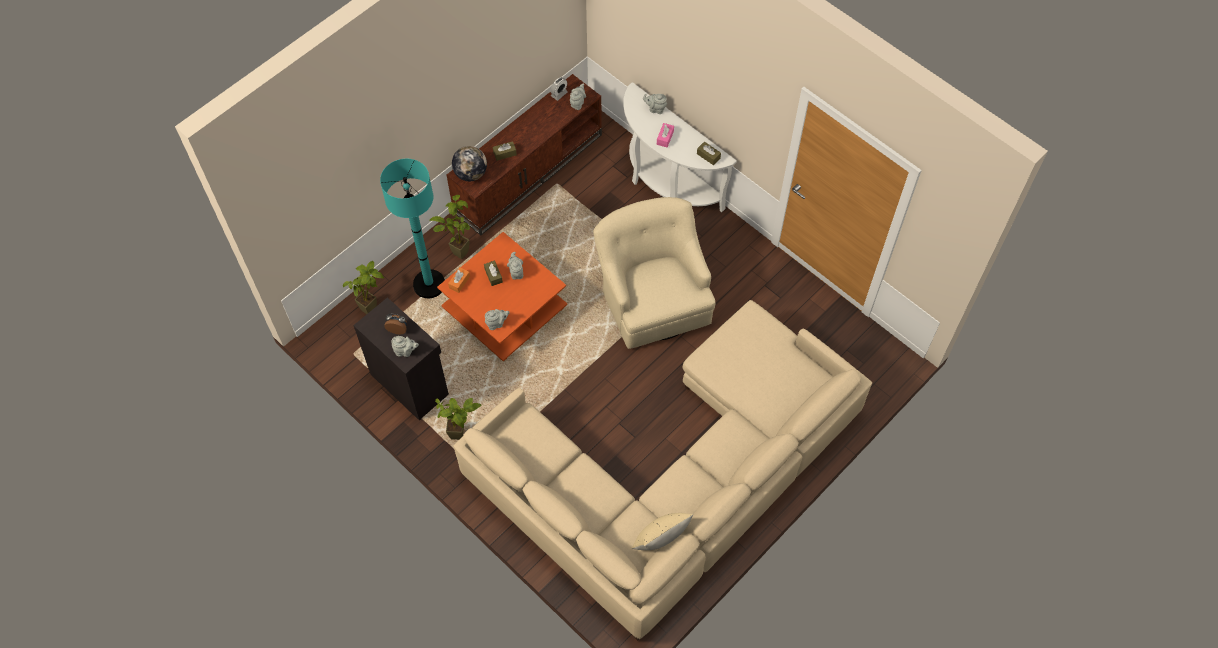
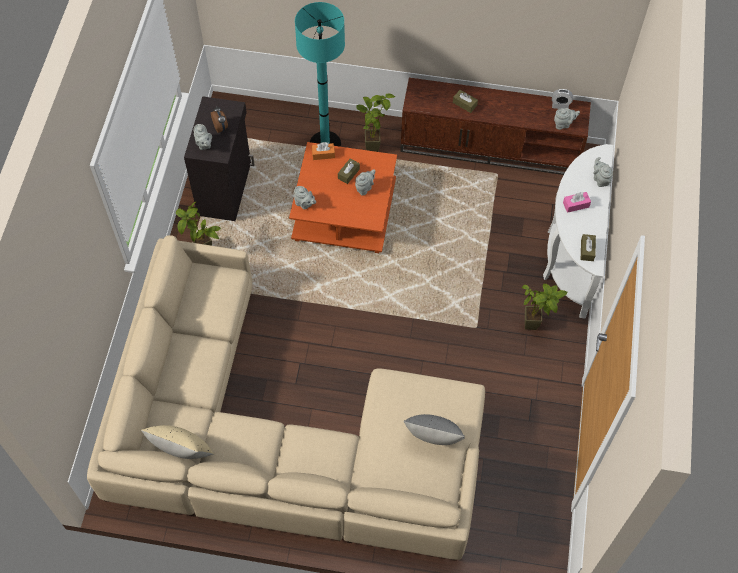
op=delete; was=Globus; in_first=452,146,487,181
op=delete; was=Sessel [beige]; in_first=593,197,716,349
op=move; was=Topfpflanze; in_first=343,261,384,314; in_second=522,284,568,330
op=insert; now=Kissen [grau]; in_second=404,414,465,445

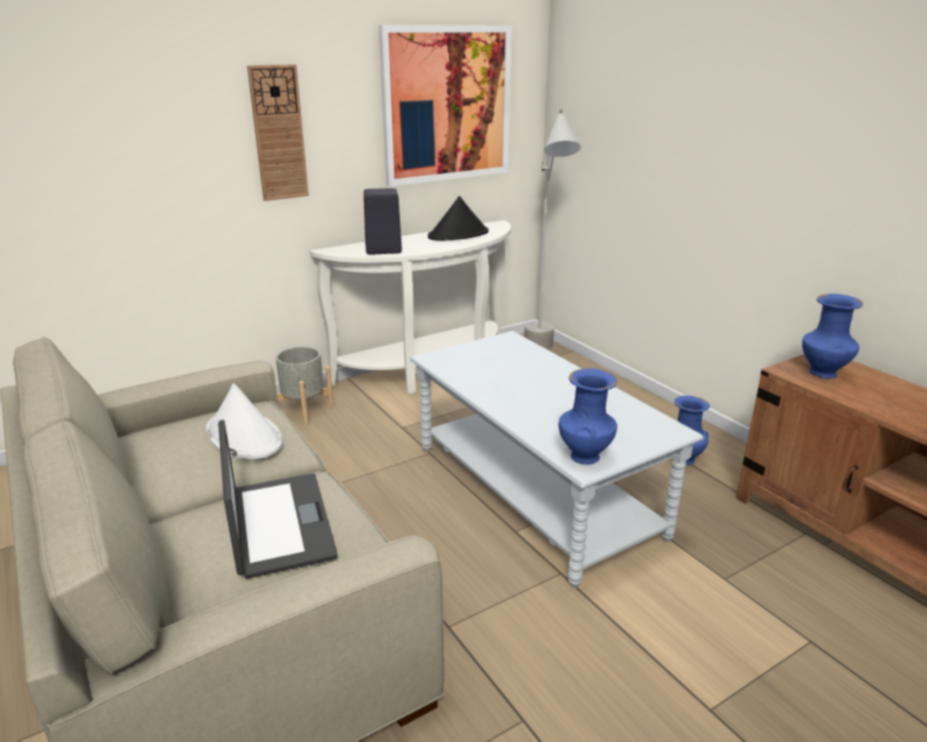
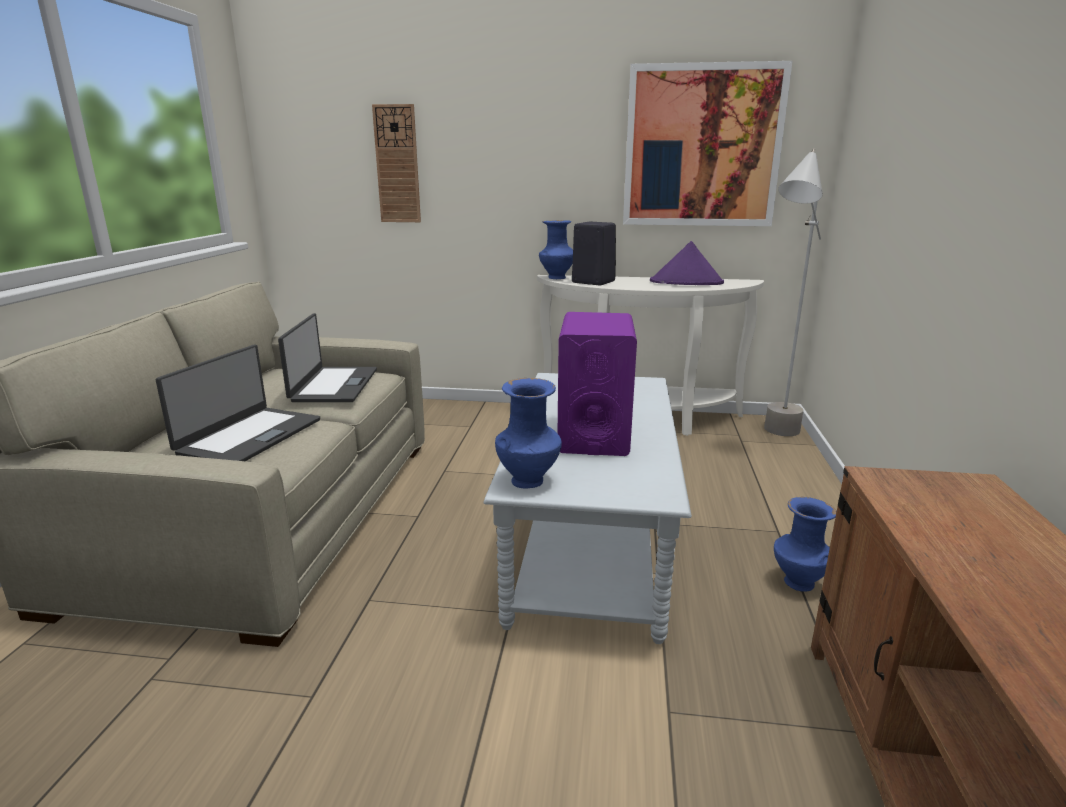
op=move; was=Wanduhr; in_first=247,64,309,201; in_second=372,104,421,222
op=recolor; was=Hut [schwarz]; now=Hut [lila]; in_first=428,196,489,241; in_second=650,241,724,285
op=move; was=Vase [blau]; in_first=802,294,863,379; in_second=539,220,573,279
op=delete; was=Pflanzkübel [grau]; in_first=276,347,334,425
op=replace; was=Hut [weiß]; now=Laptop; in_first=206,383,282,459; in_second=278,313,377,402
op=insert; now=Lautsprecher [lila]; in_second=558,312,637,456

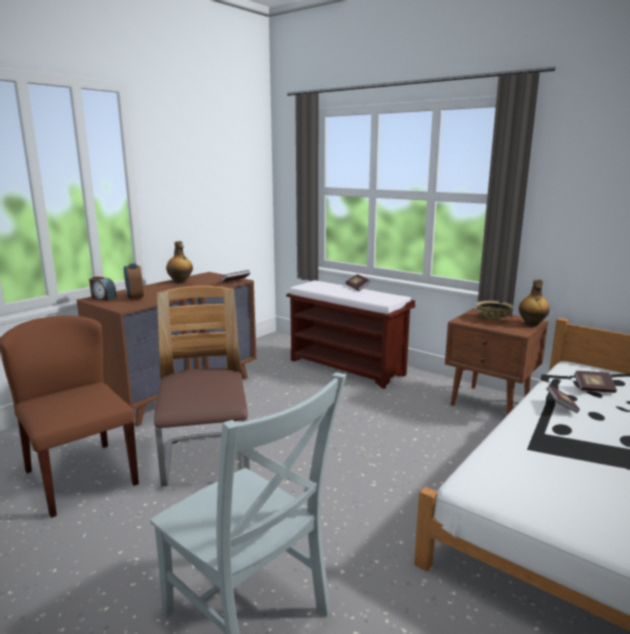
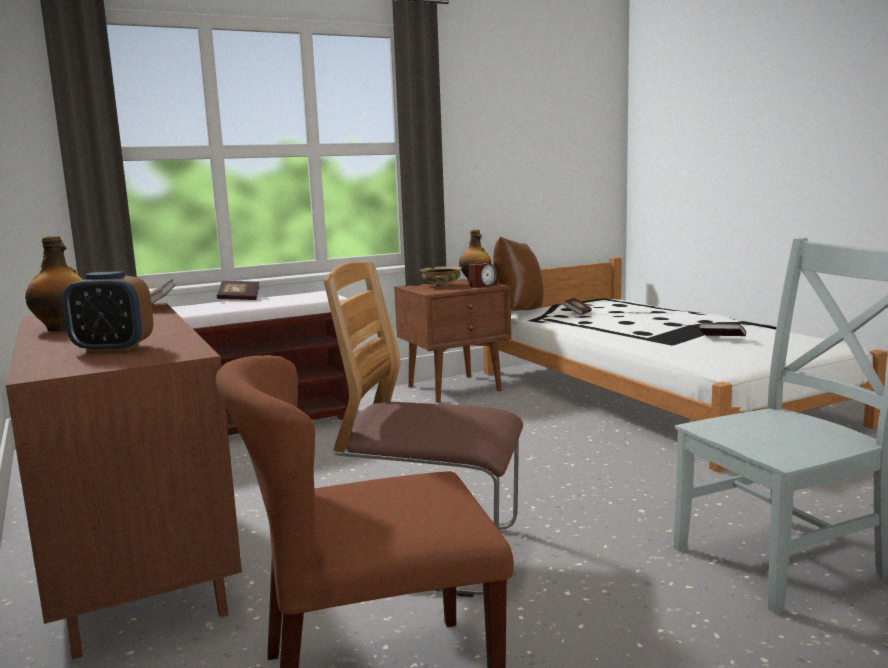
op=move; was=Wecker; in_first=89,276,117,301; in_second=469,262,497,288
op=move; was=Buch; in_first=546,384,580,413; in_second=699,323,746,336
op=insert; now=Kissen [braun]; in_second=493,236,544,311

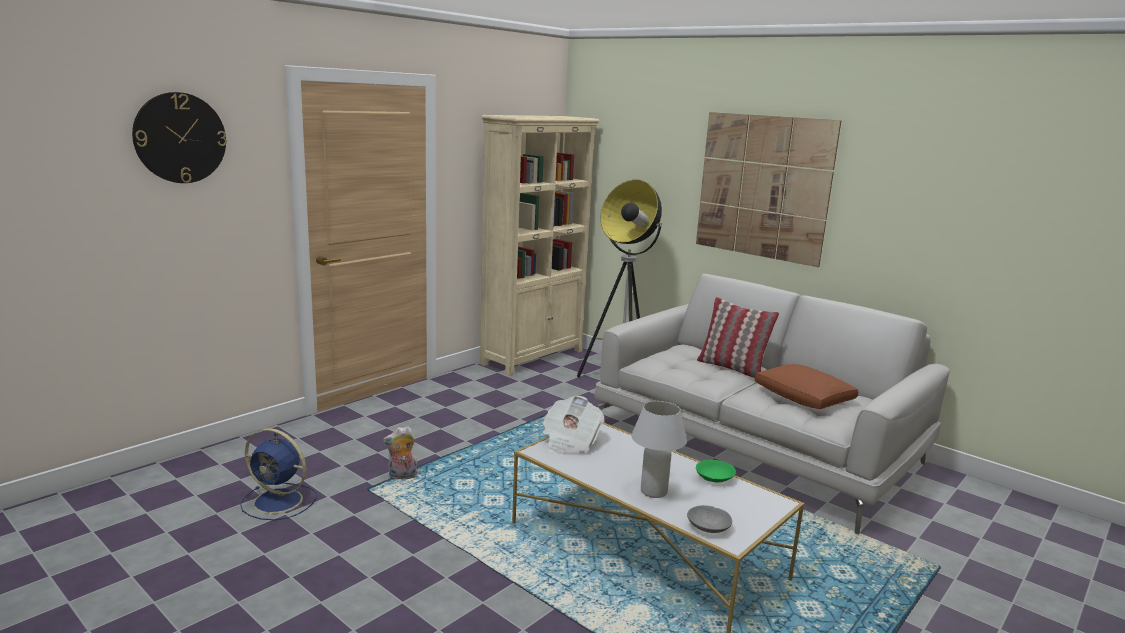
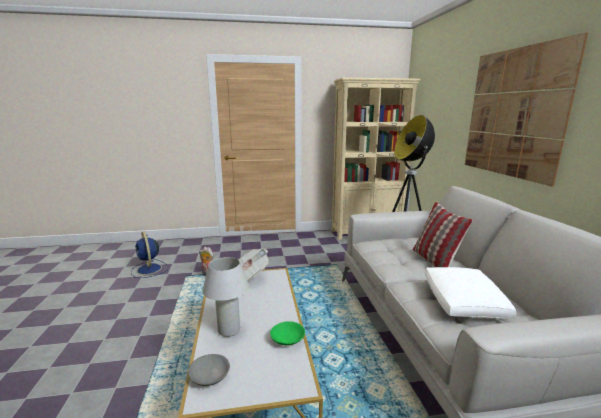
op=delete; was=Wanduhr; in_first=132,92,227,183
op=recolor; was=Kissen [braun]; now=Kissen [weiß]; in_first=755,364,858,409; in_second=425,267,516,319

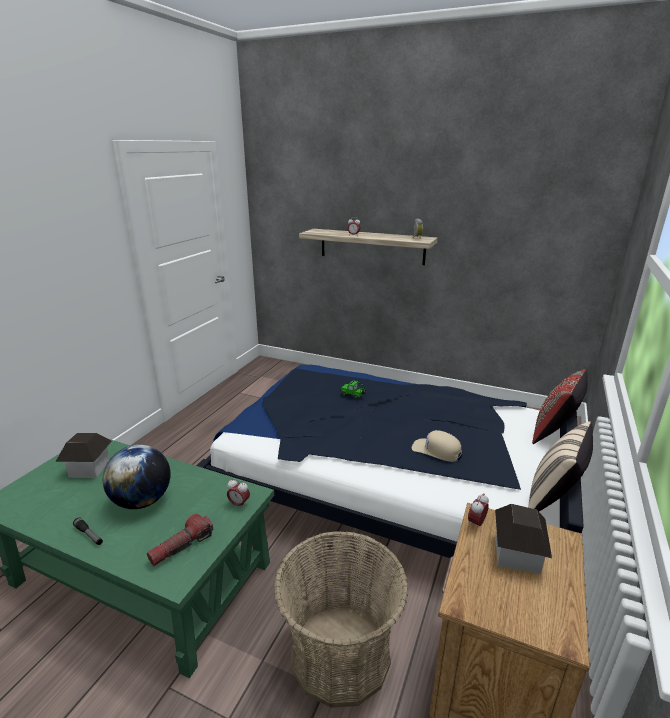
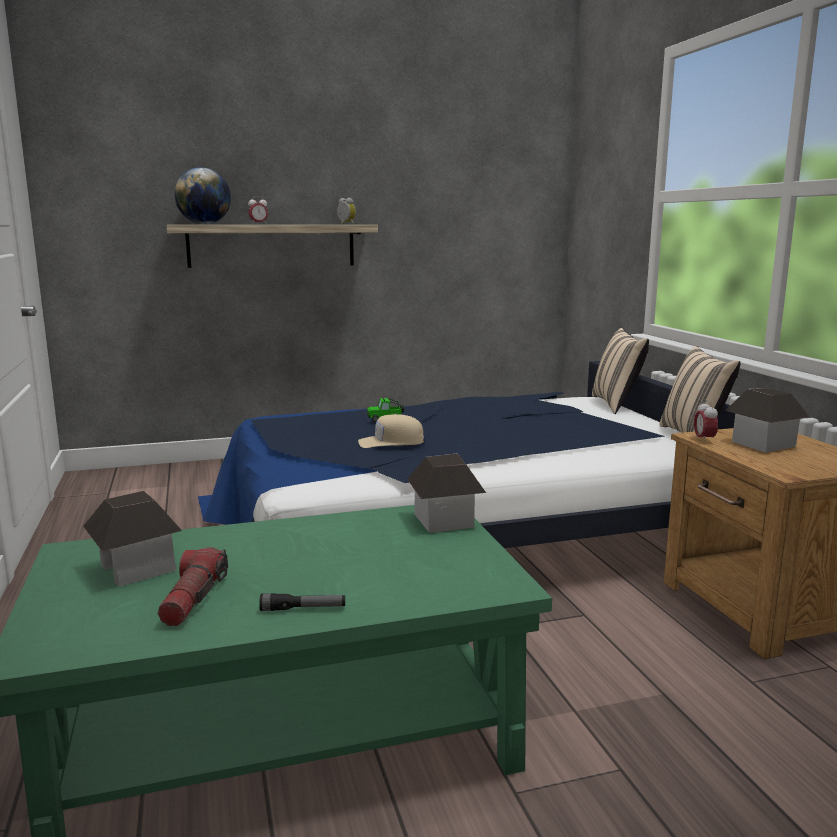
op=recolor; was=Kissen [rot]; now=Kissen [beige]; in_first=532,369,588,444; in_second=592,328,649,414
op=move; was=Kappe [beige]; in_first=412,430,462,462; in_second=358,414,425,448
op=move; was=Globus; in_first=103,445,171,509; in_second=174,167,231,224
op=replace; was=Wecker; now=Spielzeughaus; in_first=227,479,250,509; in_second=407,454,486,533
op=move; was=Taschenlampe; in_first=147,514,214,566; in_second=158,547,228,626
op=delete; was=Korb; in_first=274,531,408,708

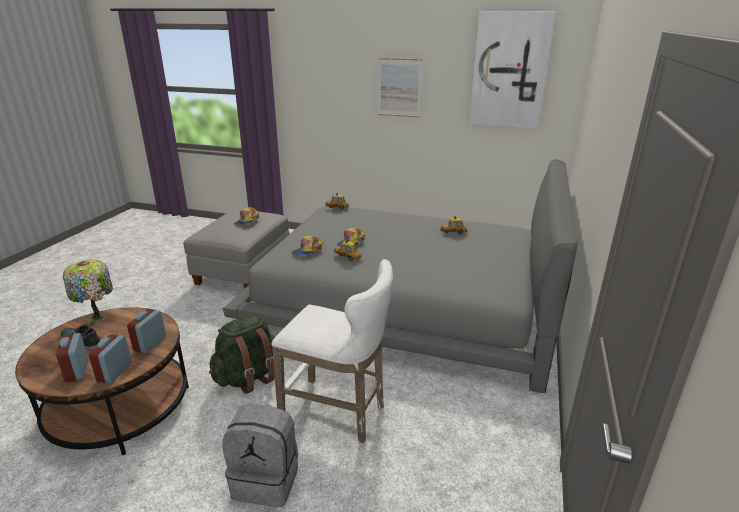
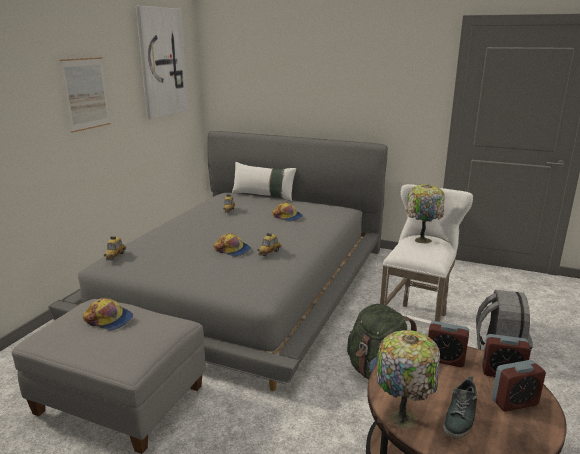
op=move; was=Kappe; in_first=292,235,323,256; in_second=272,202,303,222
op=insert; now=Kissen [weiß]; in_second=232,162,296,201
op=insert; now=Tischlampe; in_second=406,184,445,244

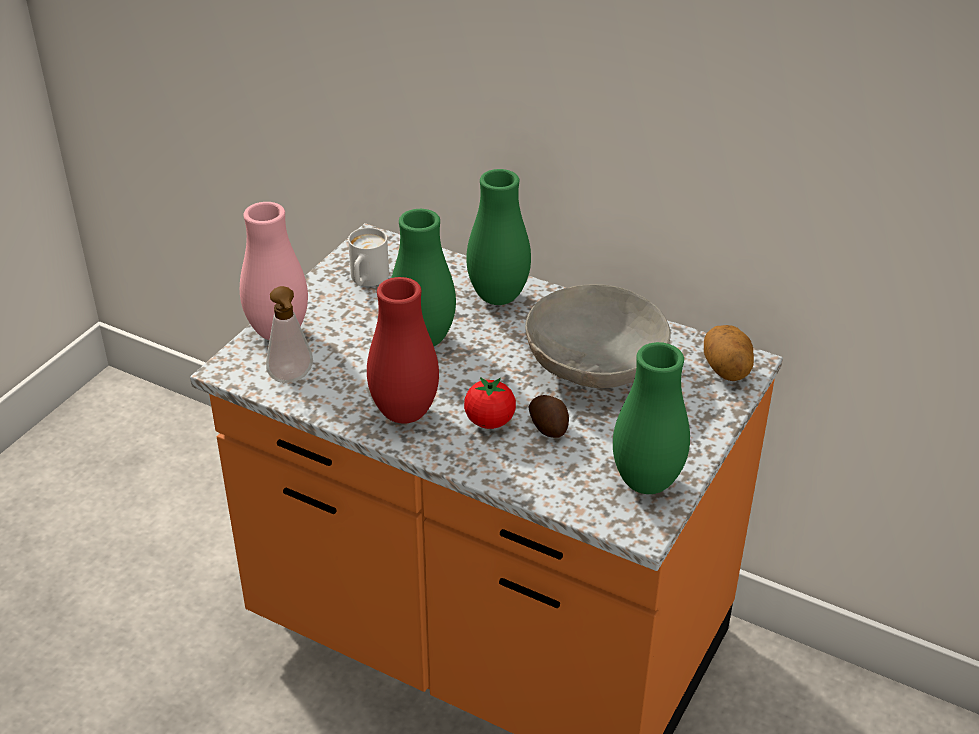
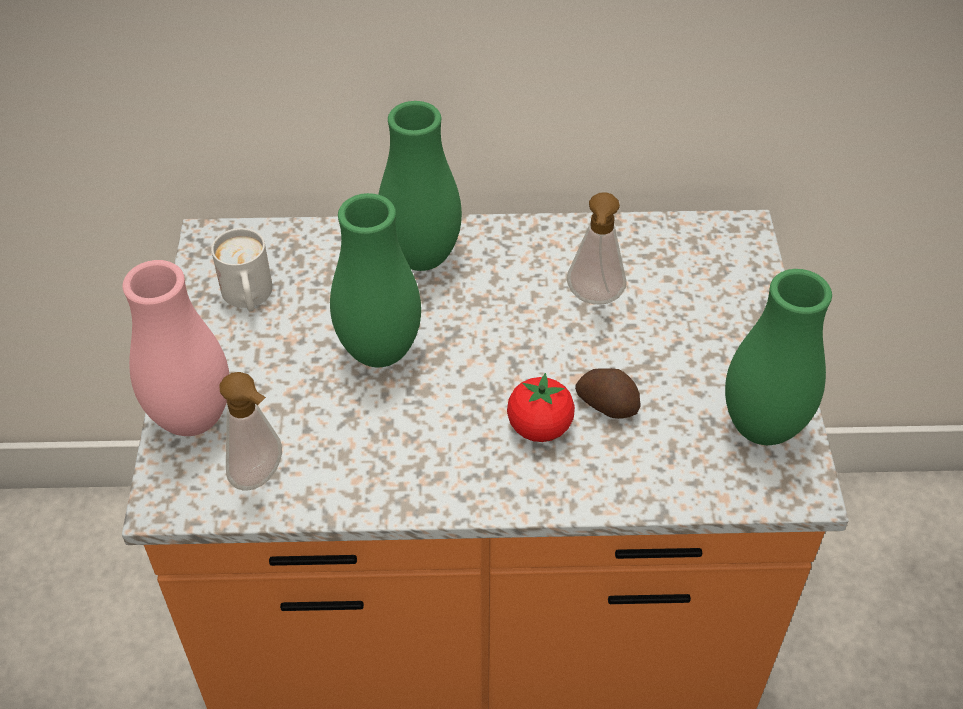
op=delete; was=Vase [rot]; in_first=367,277,439,424
op=replace; was=Schüssel [grau]; now=Seifenspender; in_first=525,284,671,388; in_second=567,192,627,305
op=delete; was=Kartoffel; in_first=704,325,754,381

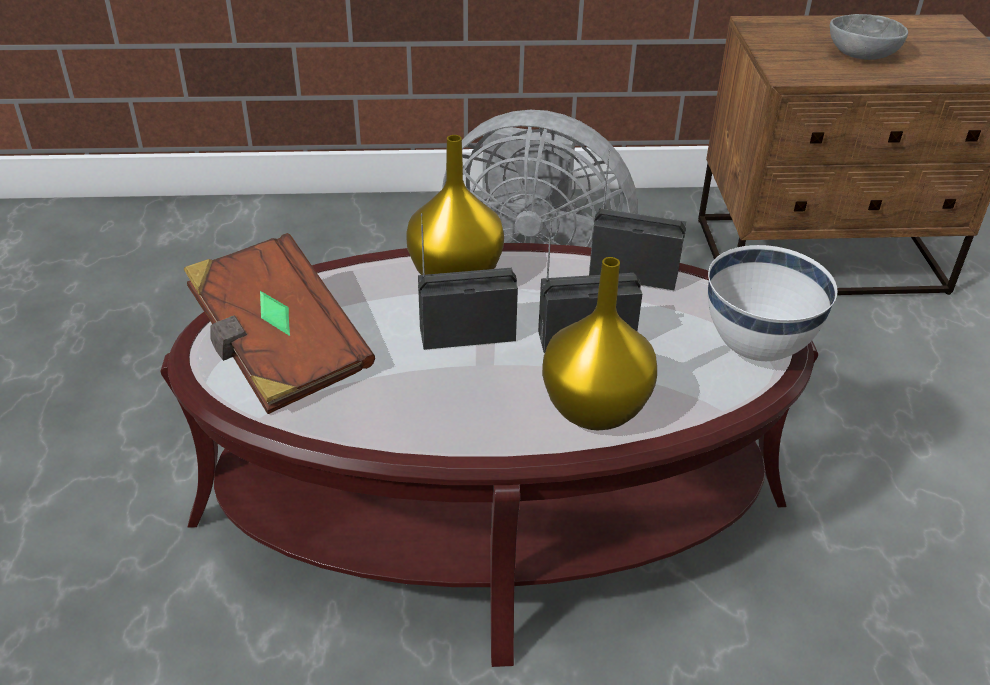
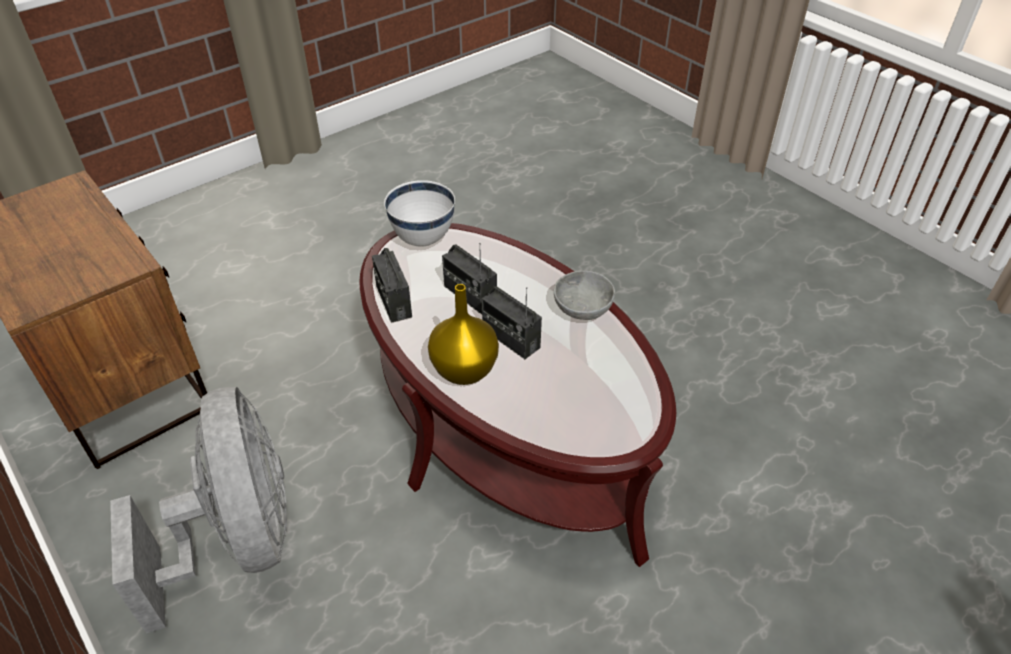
op=move; was=Schüssel [grau]; in_first=830,14,908,60; in_second=554,271,615,320
op=delete; was=Buch [braun]; in_first=184,233,375,414
op=delete; was=Vase [gelb]; in_first=542,257,657,431

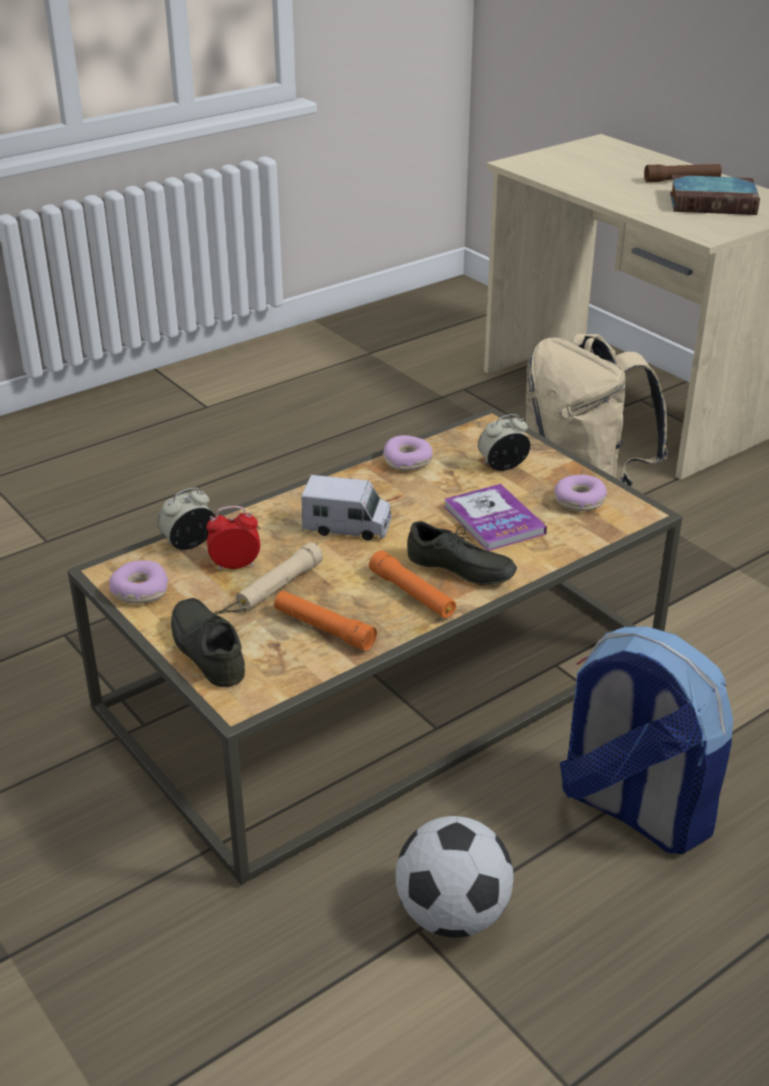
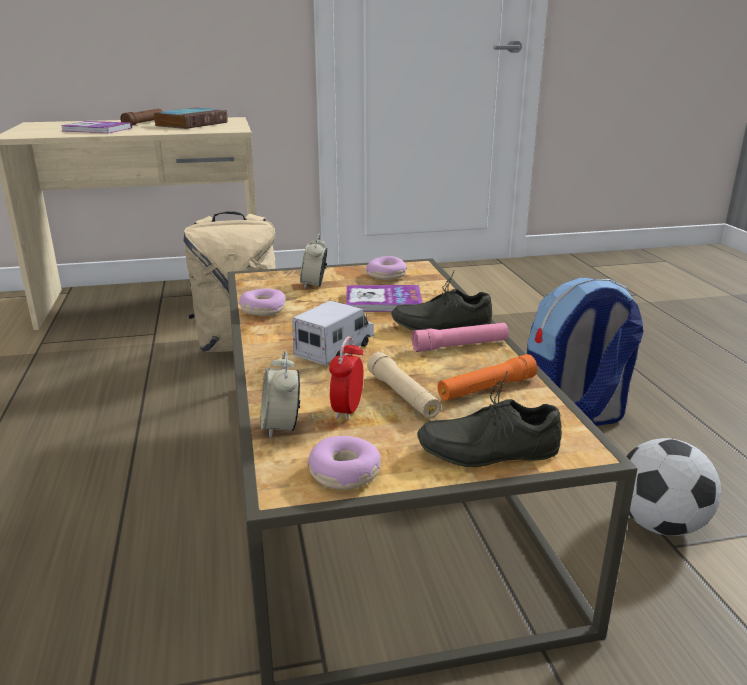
op=rotate; was=Schuh [grau]; in_first=407,521,517,585; in_second=391,270,492,330; clockwise=-150
op=recolor; was=Taschenlampe [orange]; now=Taschenlampe [rosa]; in_first=369,550,456,618; in_second=412,323,509,352
op=insert; now=Buch; in_second=61,121,132,133

